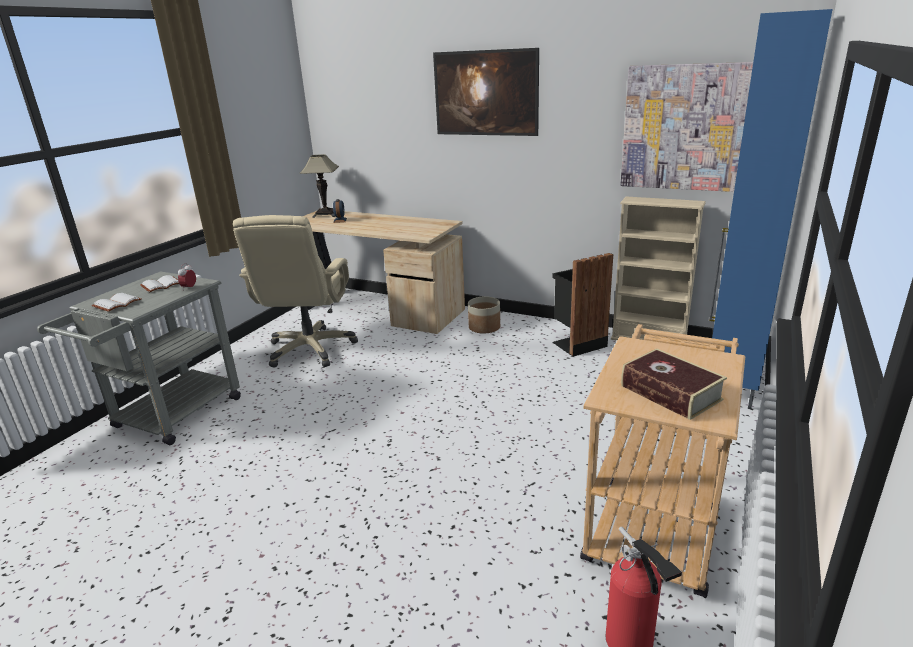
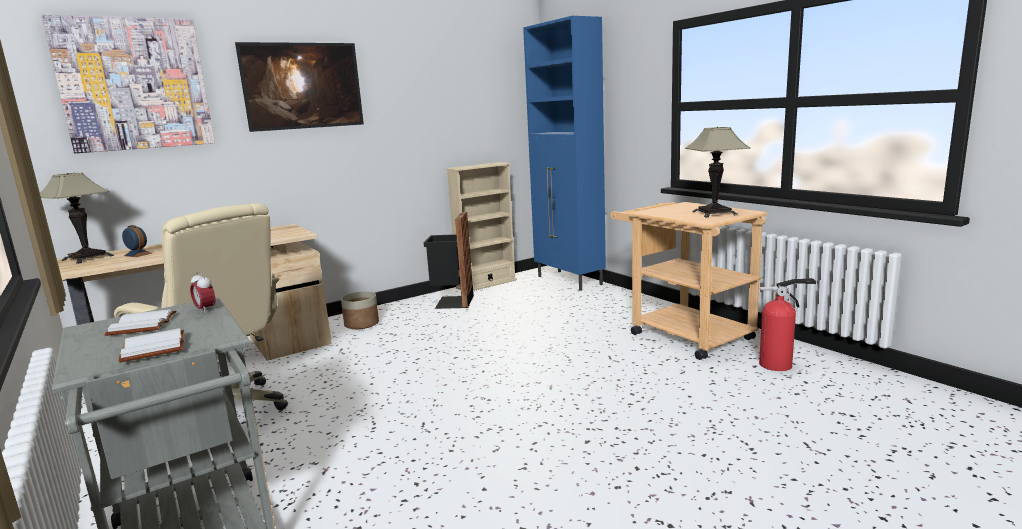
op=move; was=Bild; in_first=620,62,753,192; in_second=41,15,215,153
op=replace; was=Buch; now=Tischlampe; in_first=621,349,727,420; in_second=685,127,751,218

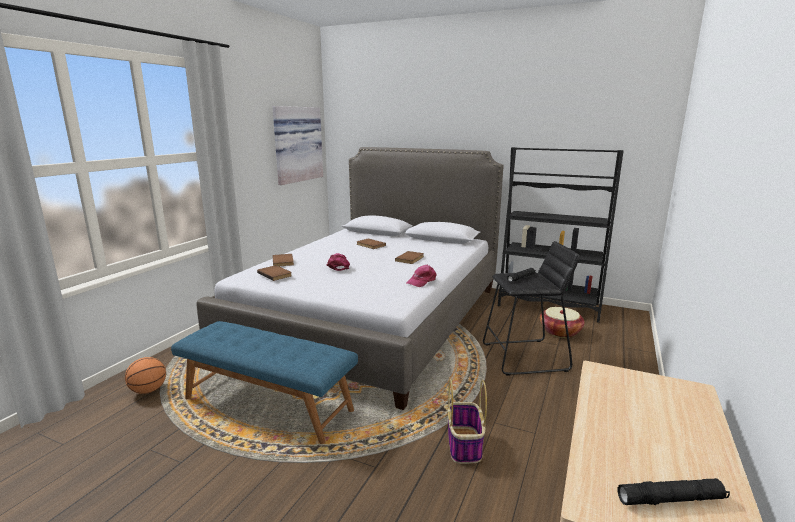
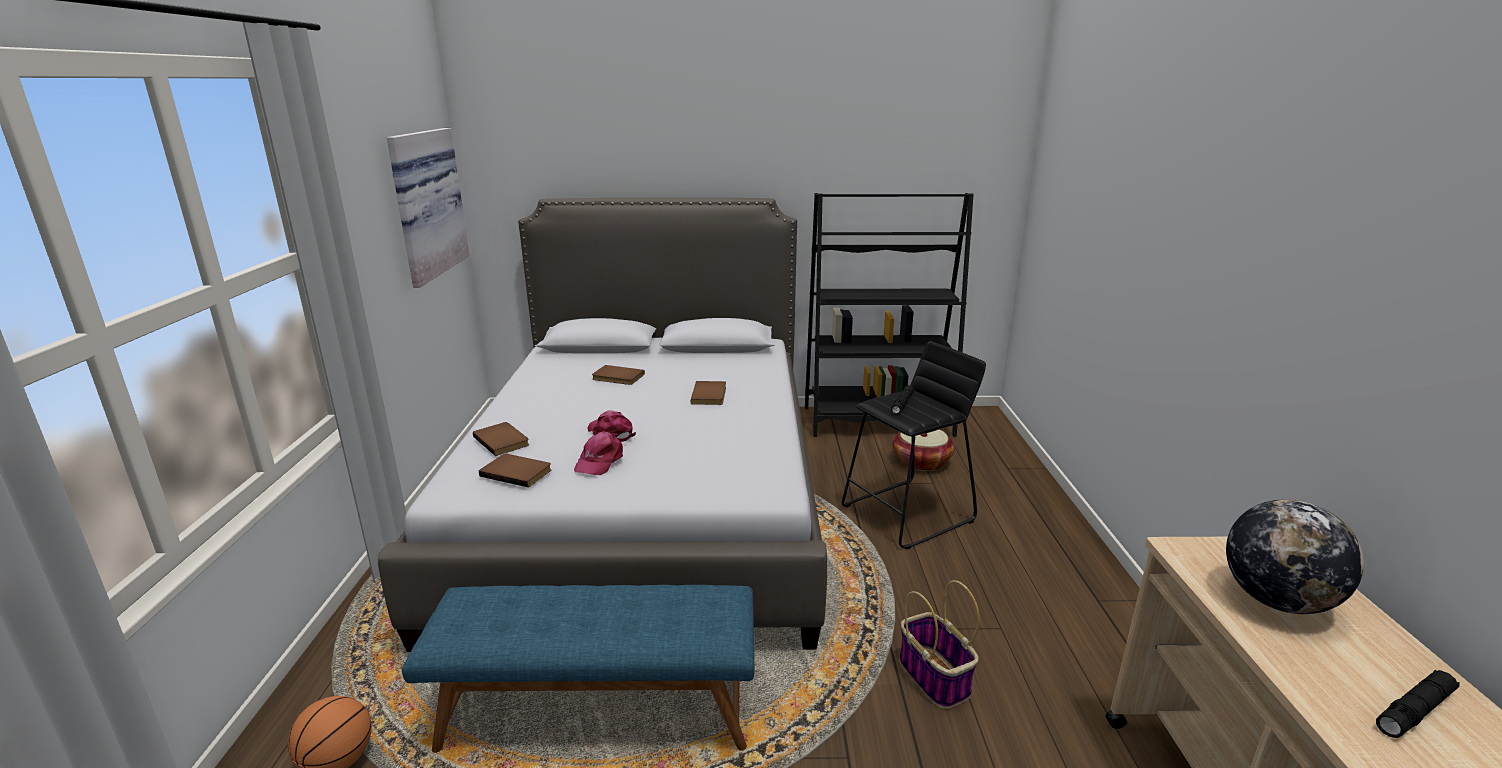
op=move; was=Kappe [rosa]; in_first=407,265,436,287; in_second=574,431,623,475
op=insert; now=Globus; in_second=1226,499,1364,614

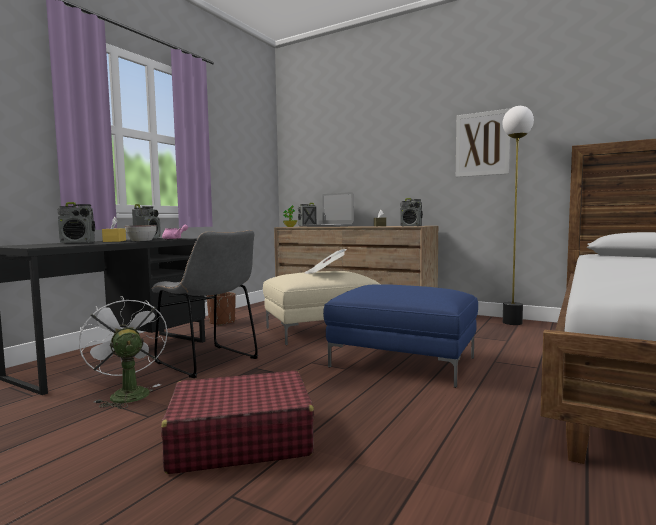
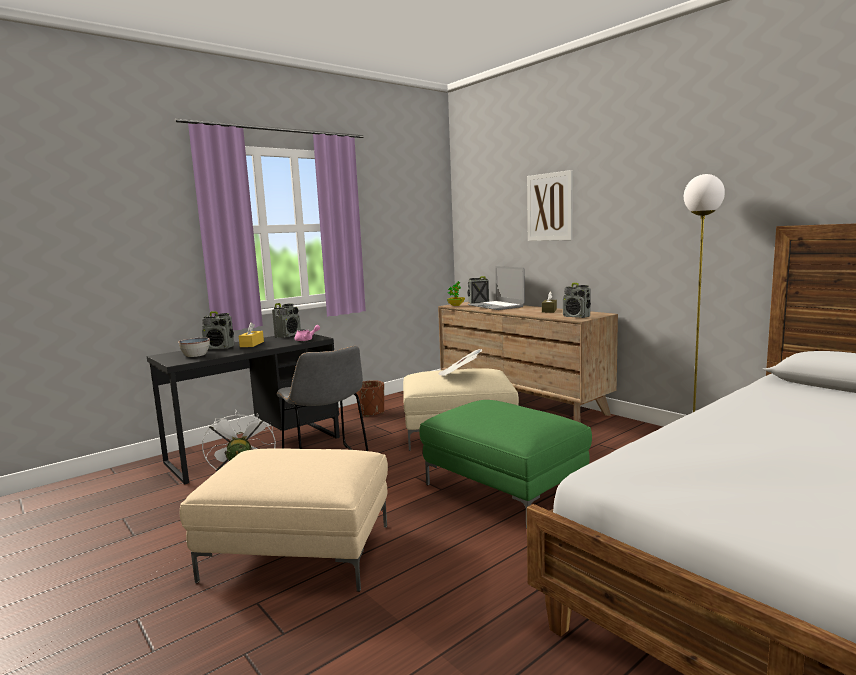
op=move; was=Bild; in_first=456,108,510,177; in_second=527,170,573,241
op=move; was=Schüssel; in_first=125,225,157,241; in_second=178,338,210,357
op=recolor; was=Polsterhocker [blau]; now=Polsterhocker [grün]; in_first=323,285,478,388; in_second=419,400,592,529
op=replace; was=Koffer [rot]; now=Polsterhocker [beige]; in_first=161,370,314,474; in_second=180,448,388,592

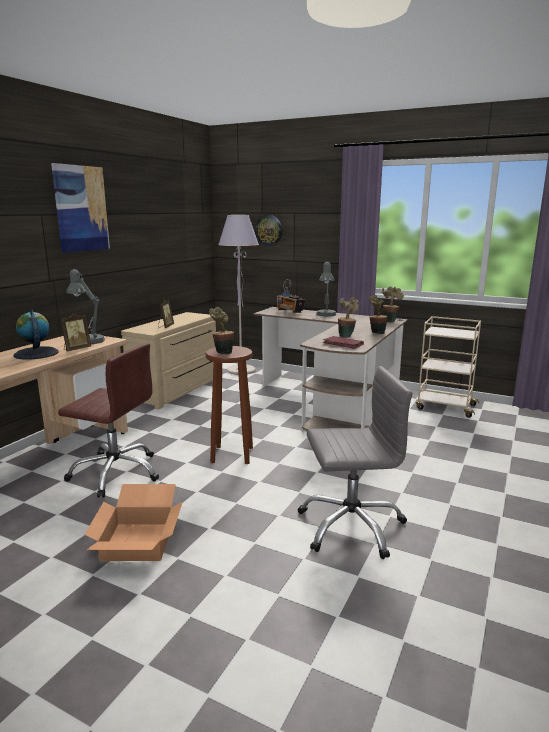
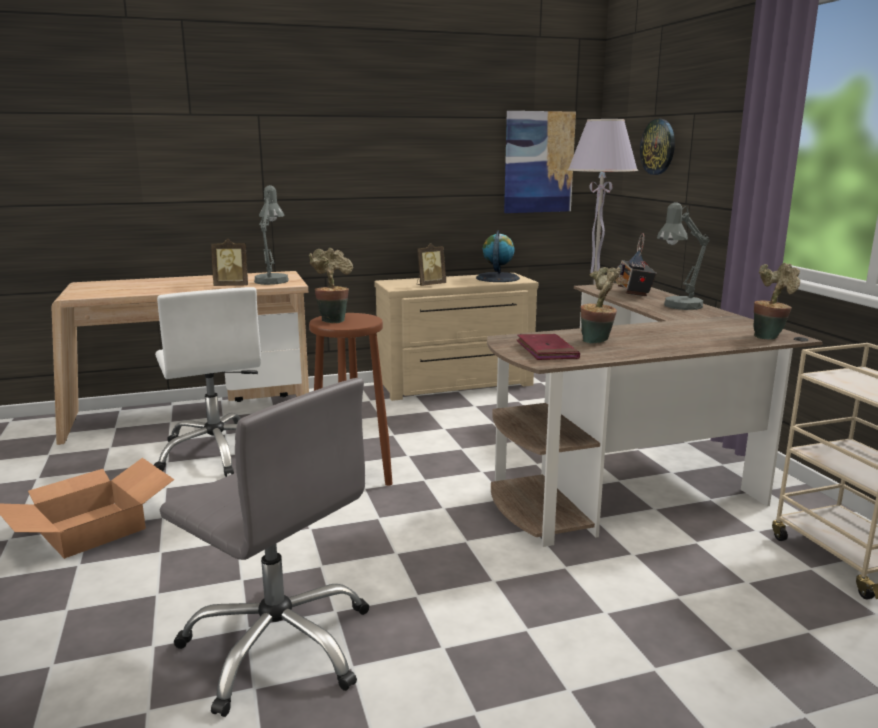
op=move; was=Bild; in_first=51,163,110,253; in_second=504,111,576,213
op=delete; was=Topfpflanze; in_first=369,295,388,334
op=move; was=Globus; in_first=14,309,59,360; in_second=476,230,520,282
op=recolor; was=Bürostuhl [braun]; now=Bürostuhl [weiß]; in_first=58,343,159,498; in_second=154,287,261,477

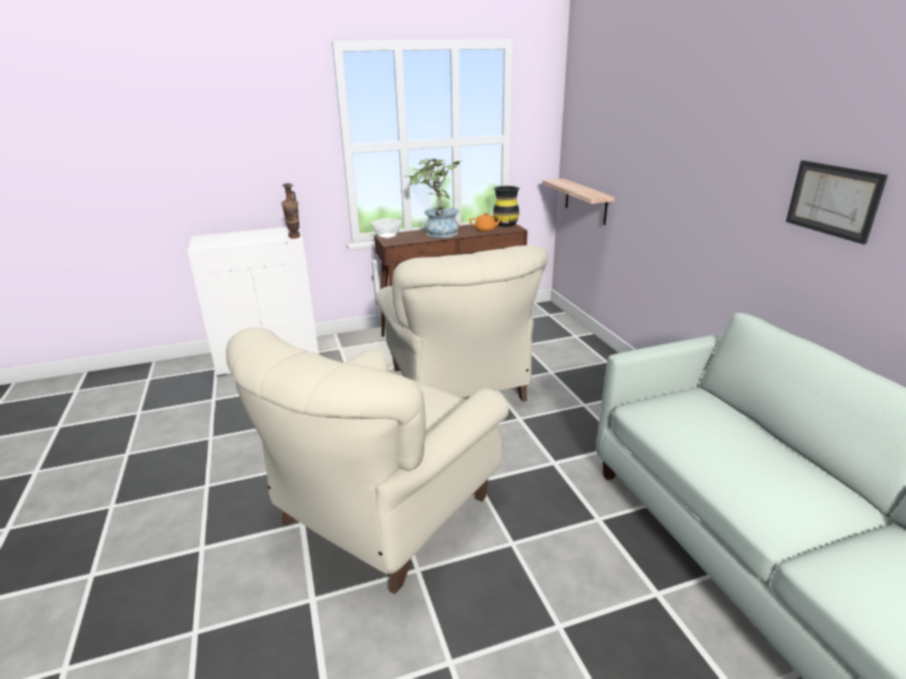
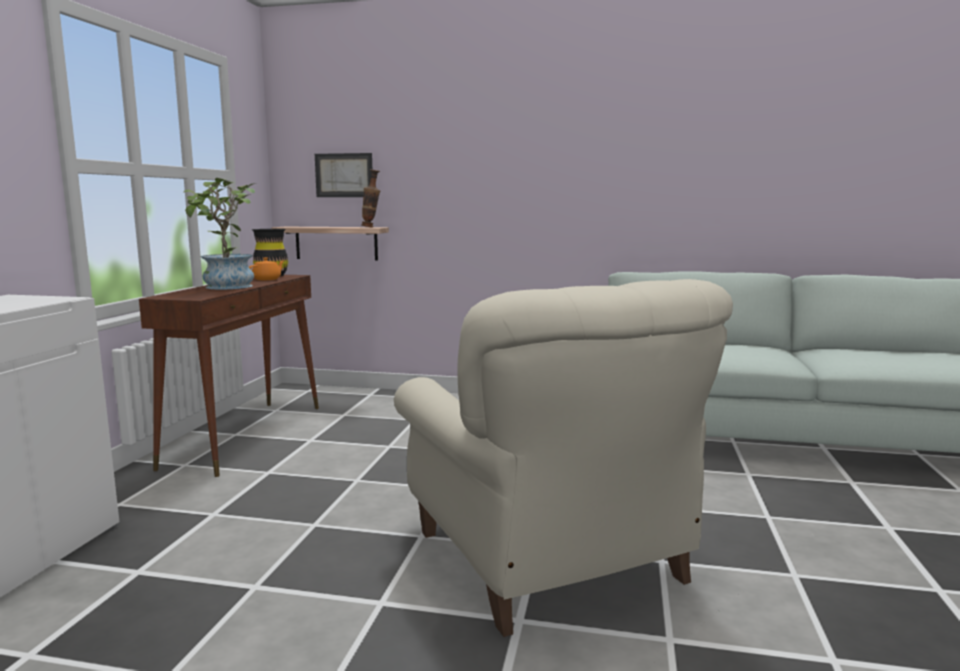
op=move; was=Bild; in_first=786,160,888,245; in_second=315,153,372,197
op=move; was=Vase; in_first=281,183,300,238; in_second=361,169,380,227
op=delete; was=Schüssel; in_first=370,218,403,238
op=delete; was=Sessel [beige]; in_first=375,245,548,402

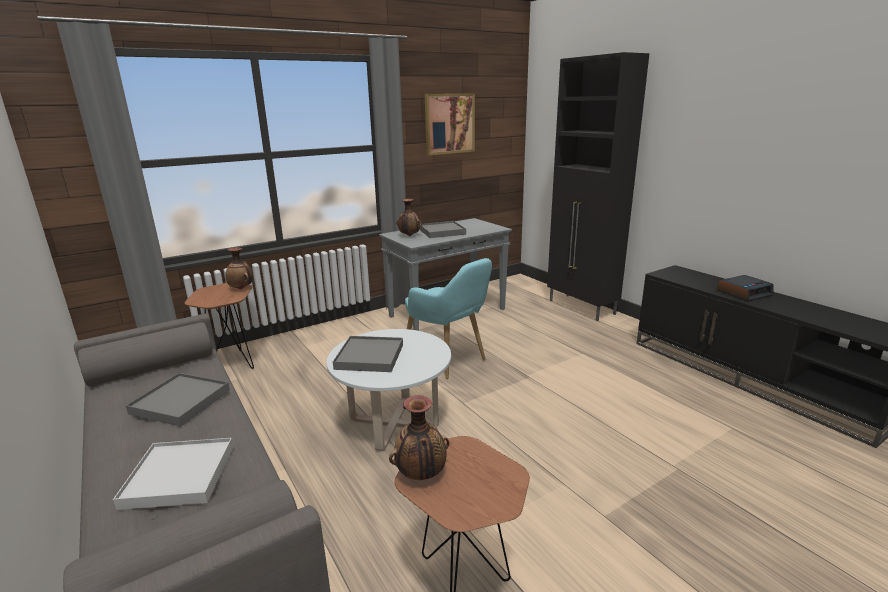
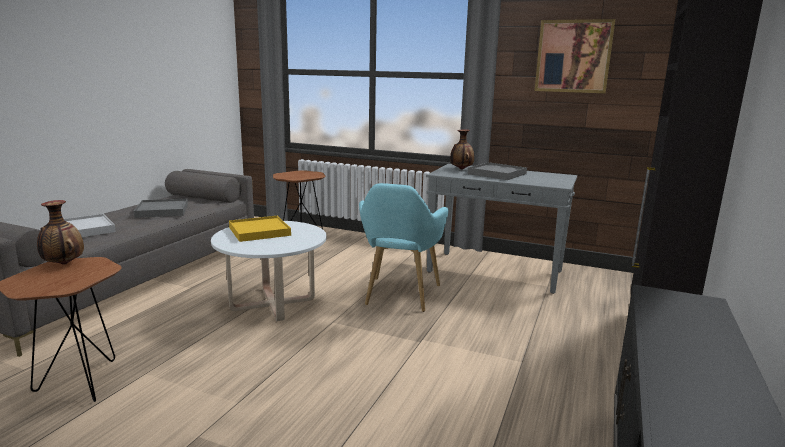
op=delete; was=Vase; in_first=226,248,253,289
op=delete; was=Wecker; in_first=717,275,773,301
op=recolor; was=Tablett [grau]; now=Tablett [gelb]; in_first=333,336,403,372; in_second=229,216,291,242

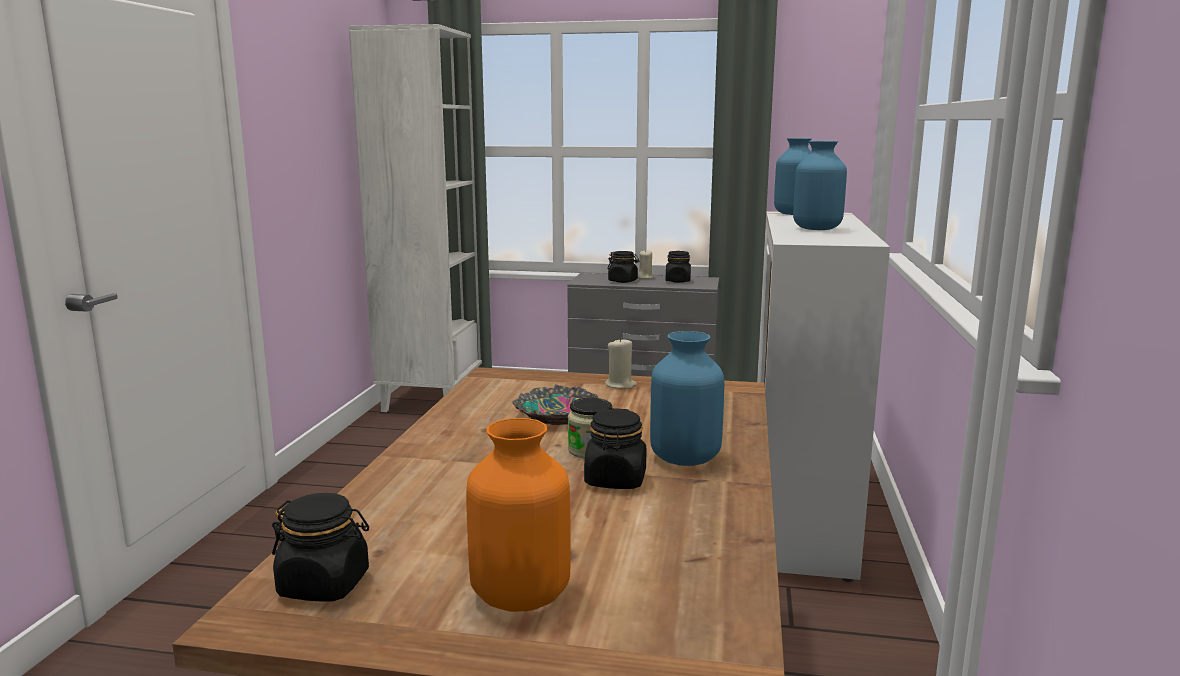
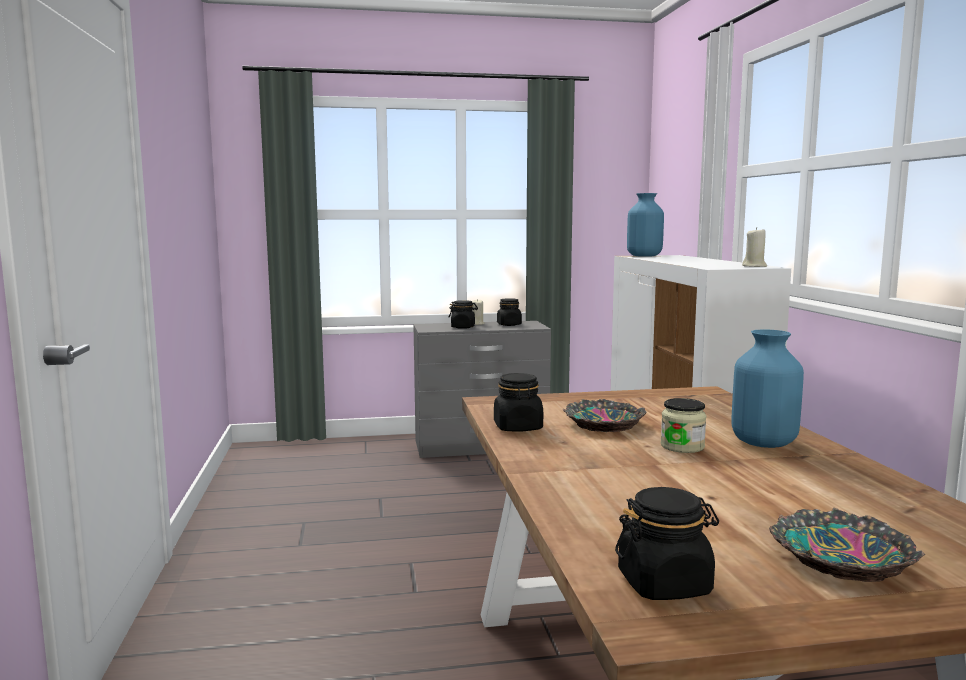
op=delete; was=Bücherregal [weiß]; in_first=349,24,482,412
op=delete; was=Vase [blau]; in_first=793,141,847,230
op=move; was=Kerze [beige]; in_first=605,337,637,389; in_second=742,227,767,267
op=move; was=Vorratsglas [schwarz]; in_first=584,408,647,489; in_second=494,373,543,432
op=replace; was=Vase [orange]; now=Schüssel; in_first=466,418,571,612; in_second=769,508,925,582

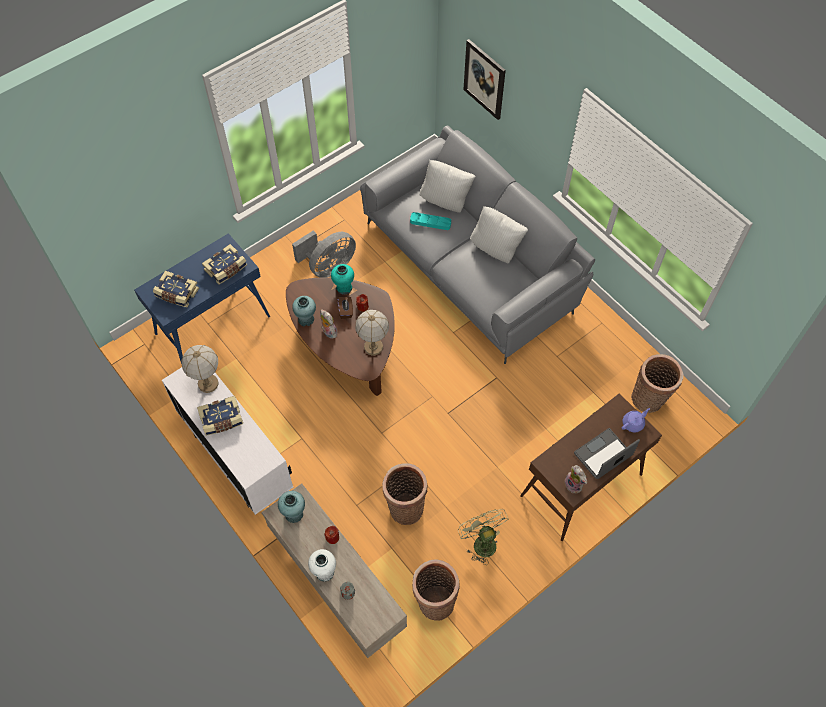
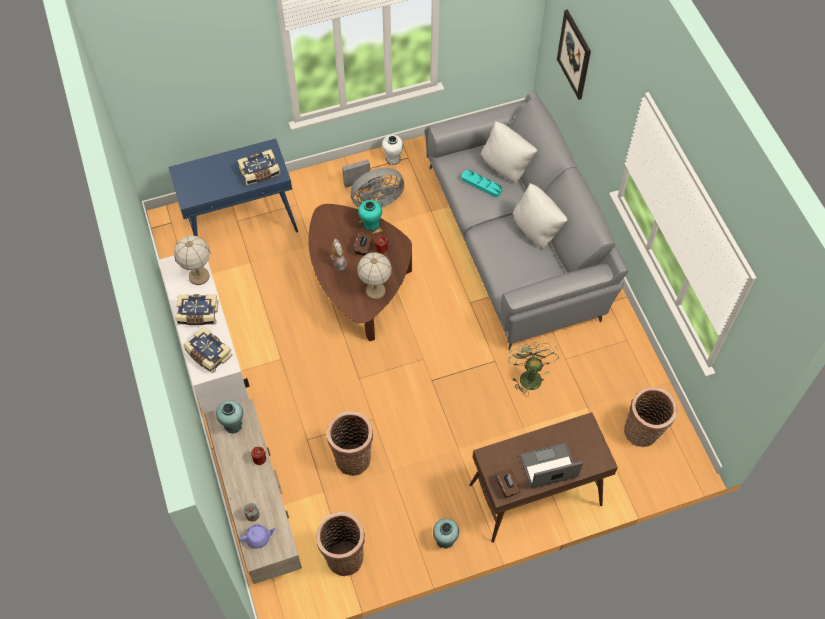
op=move; was=Buch; in_first=153,271,199,307; in_second=183,327,233,373
op=move; was=Vase [türkis]; in_first=292,296,316,327; in_second=433,518,459,549
op=move; was=Teekanne [lila]; in_first=622,408,650,432; in_second=239,524,277,549
op=replace; was=Plüschtier; now=Taschentuchbox [braun]; in_first=563,465,587,493; in_second=496,469,520,498
op=move; was=Ventilator [grün]; in_first=458,509,509,565; in_second=508,342,559,396
op=move; was=Vase [weiß]; in_first=308,549,336,582; in_second=382,135,403,165

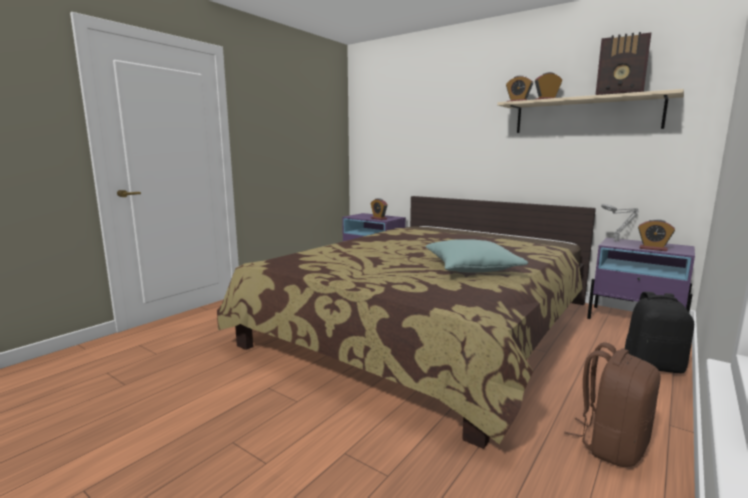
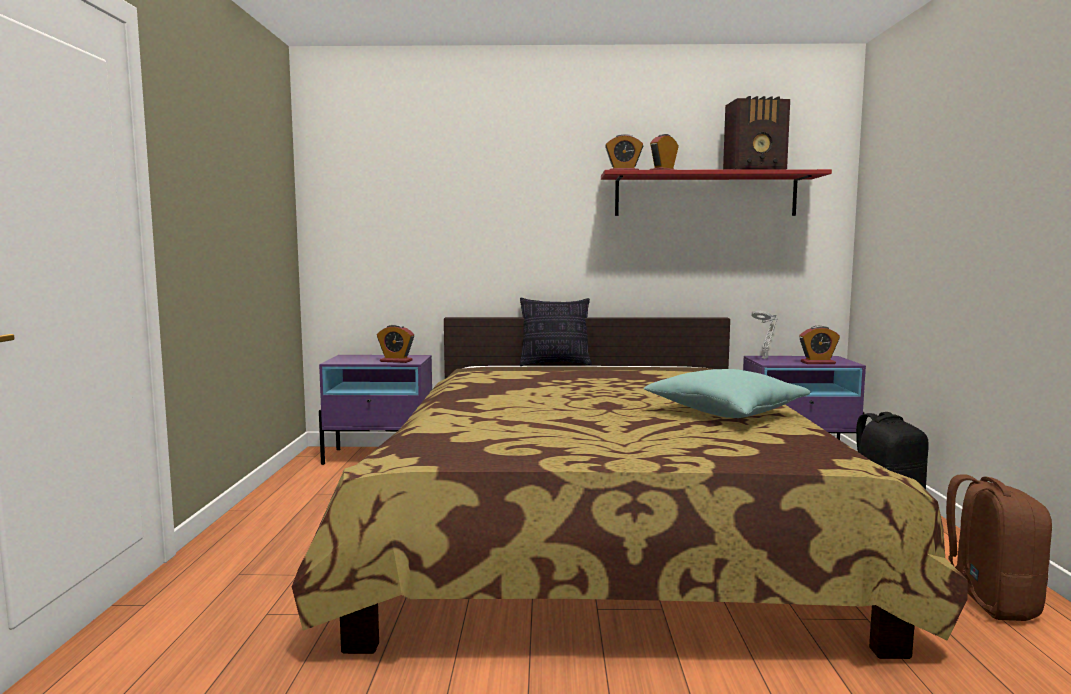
op=recolor; was=Wandregal [beige]; now=Wandregal [rot]; in_first=497,89,684,133; in_second=601,169,832,216
op=insert; now=Kissen; in_second=519,298,592,366

